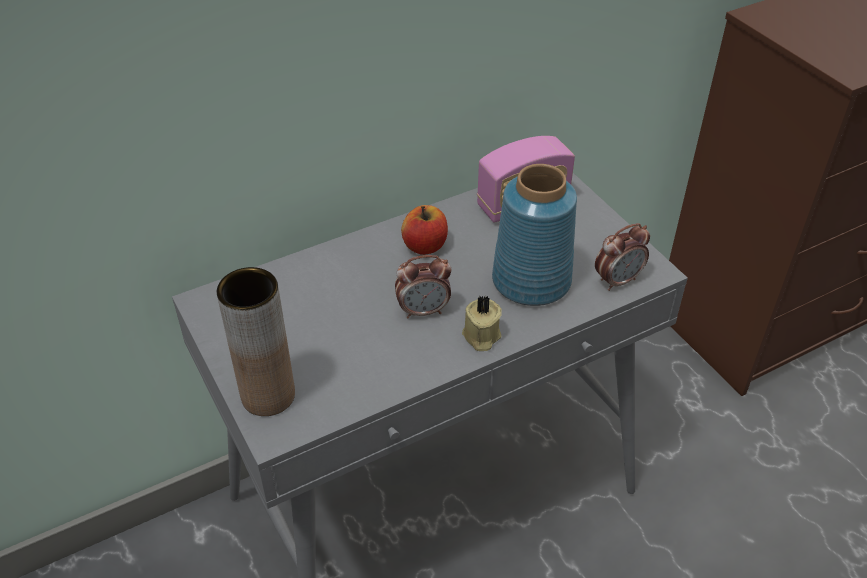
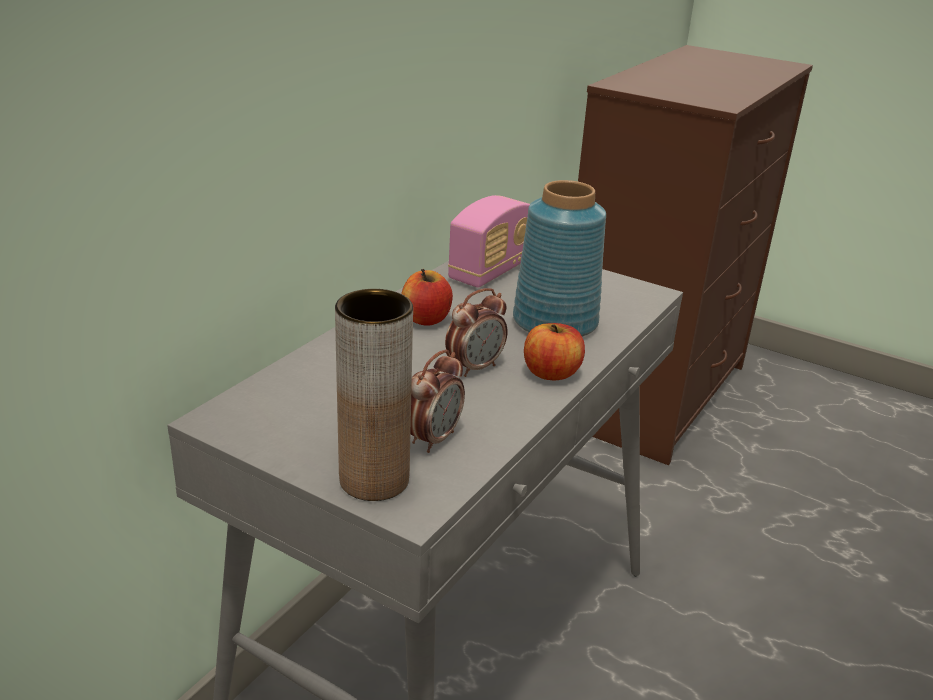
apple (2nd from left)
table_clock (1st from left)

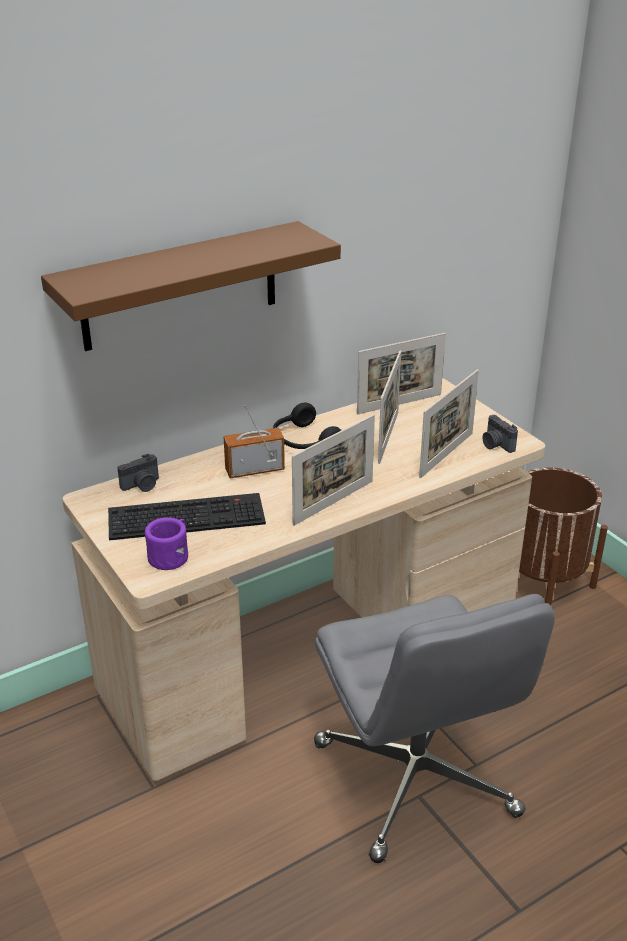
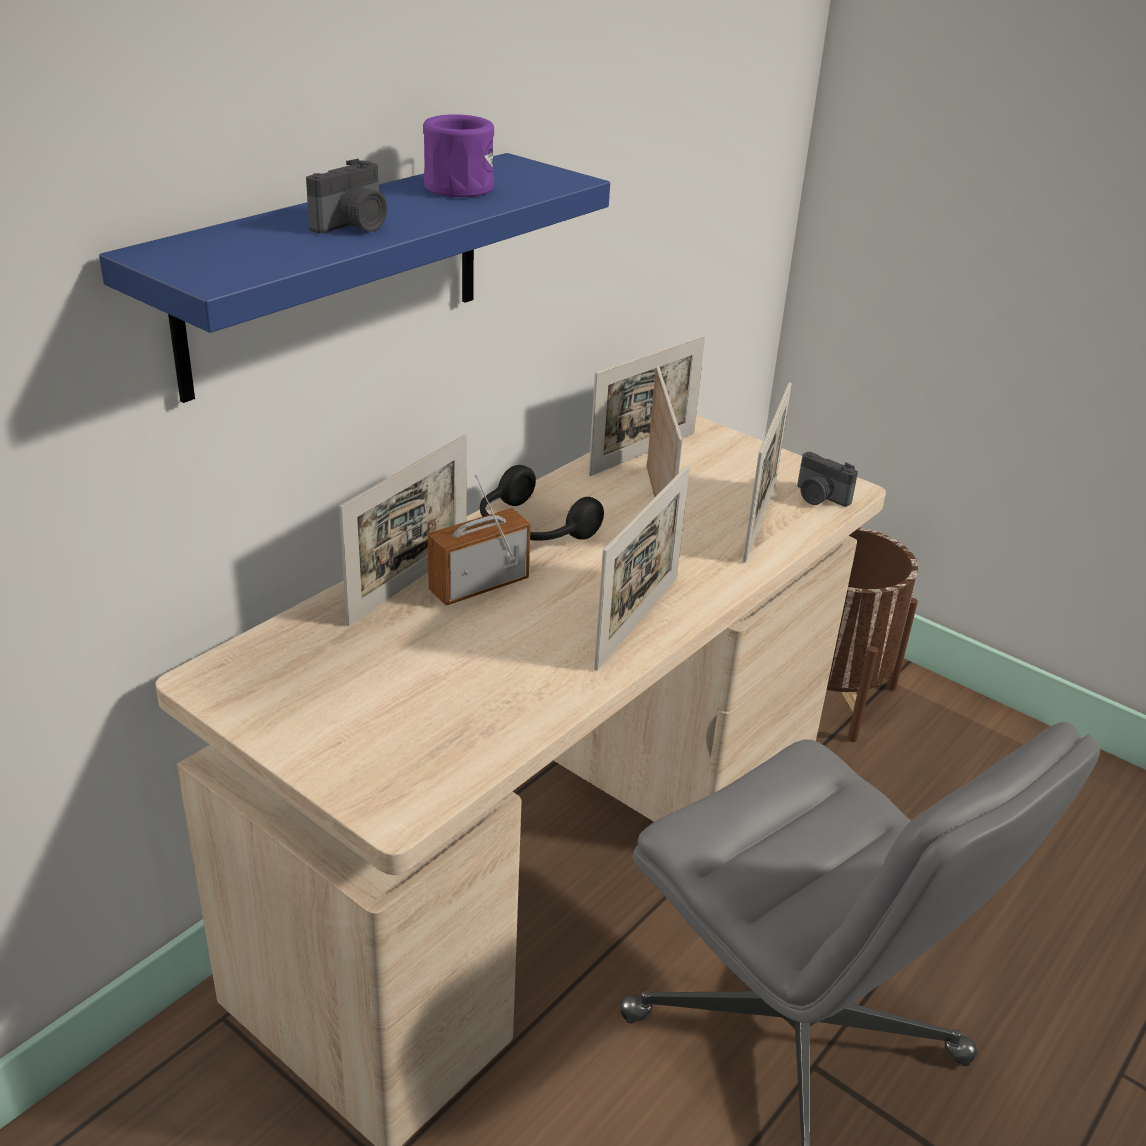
blue_wall_shelf
computer_keyboard
still_camera (1st from left)
purple_mug
picture_frame (1st from left)

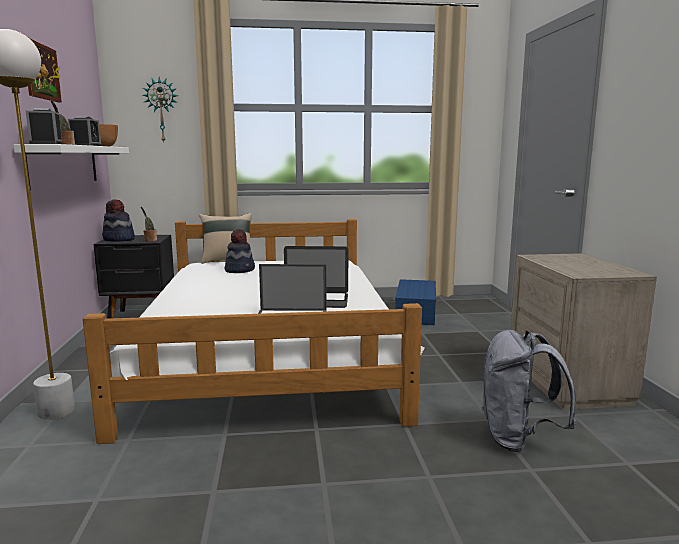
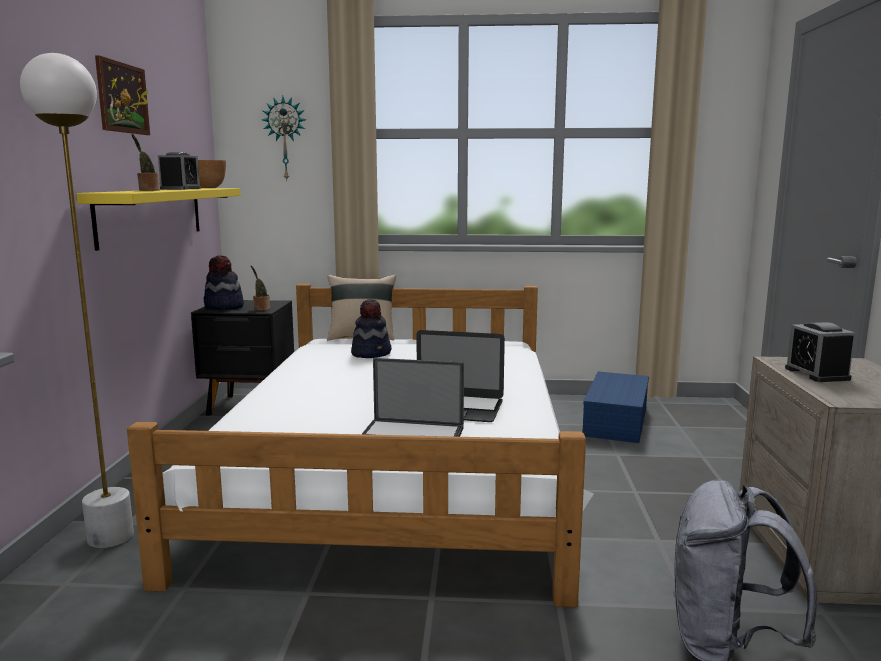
yellow-coloured_wall_shelf
table_clock (2nd from left)

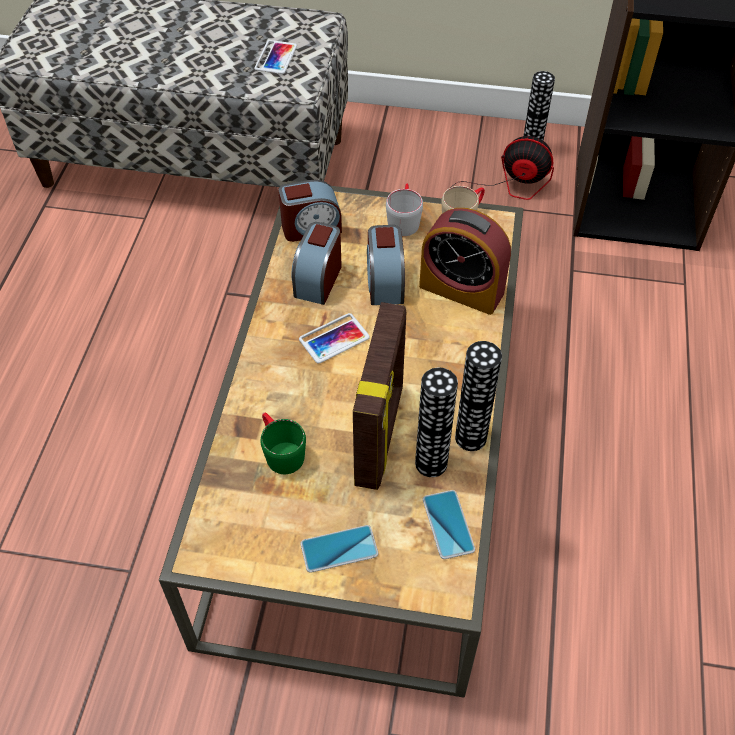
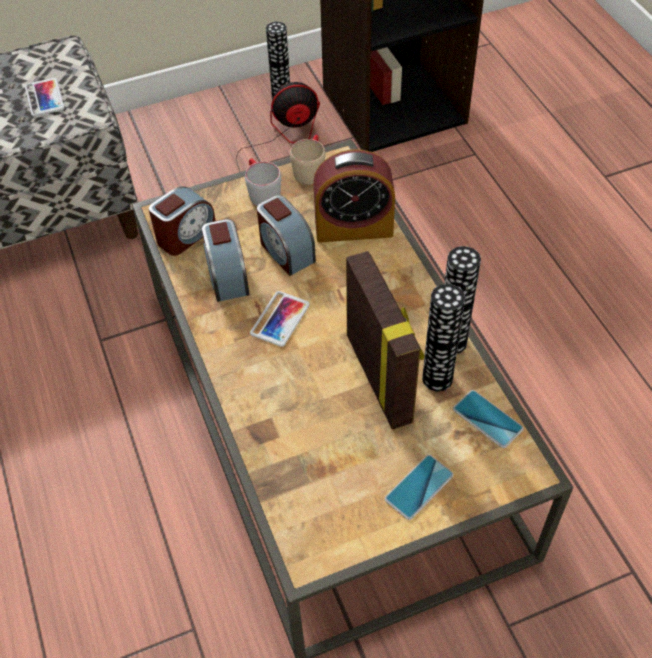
green-coloured_mug

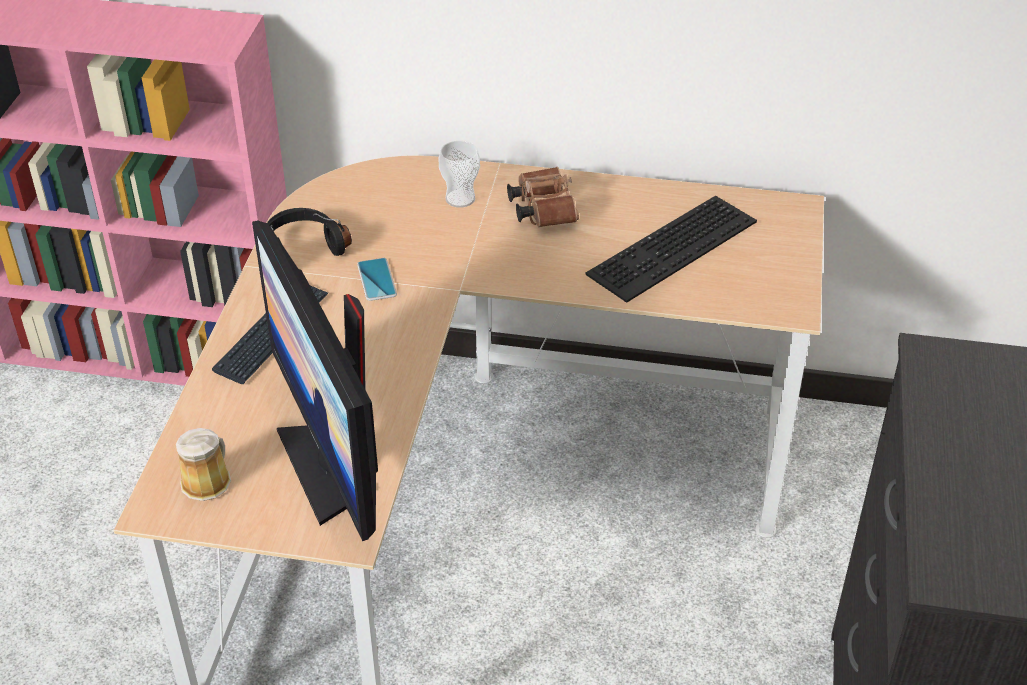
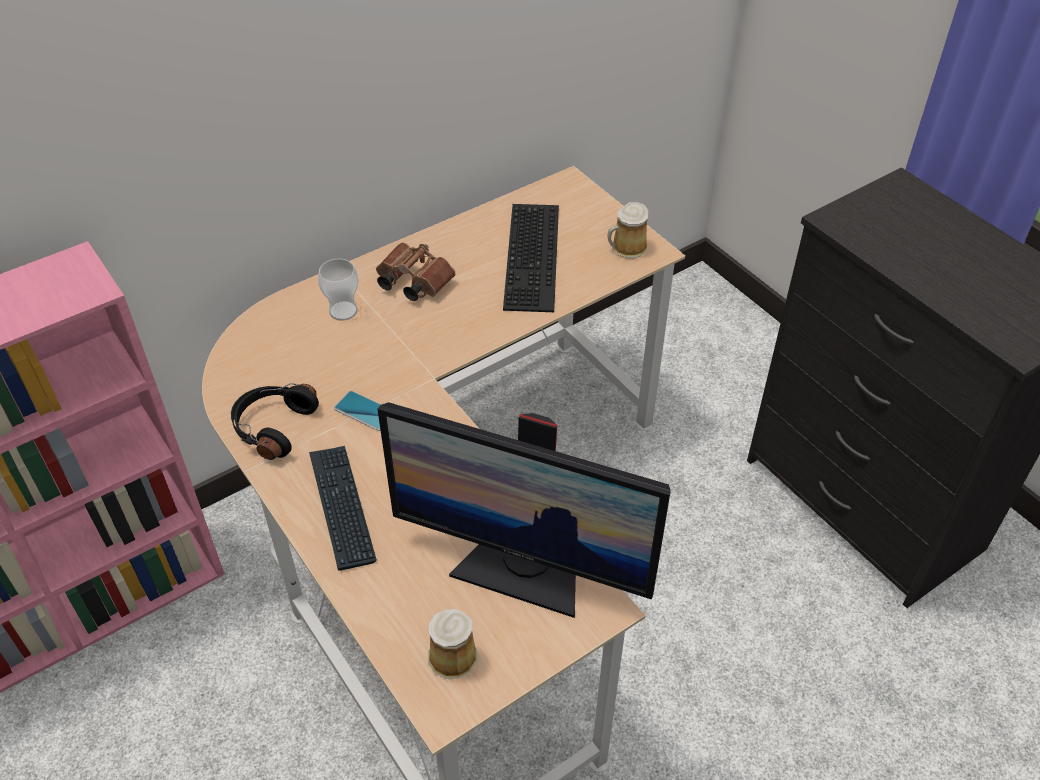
mug (2nd from left)

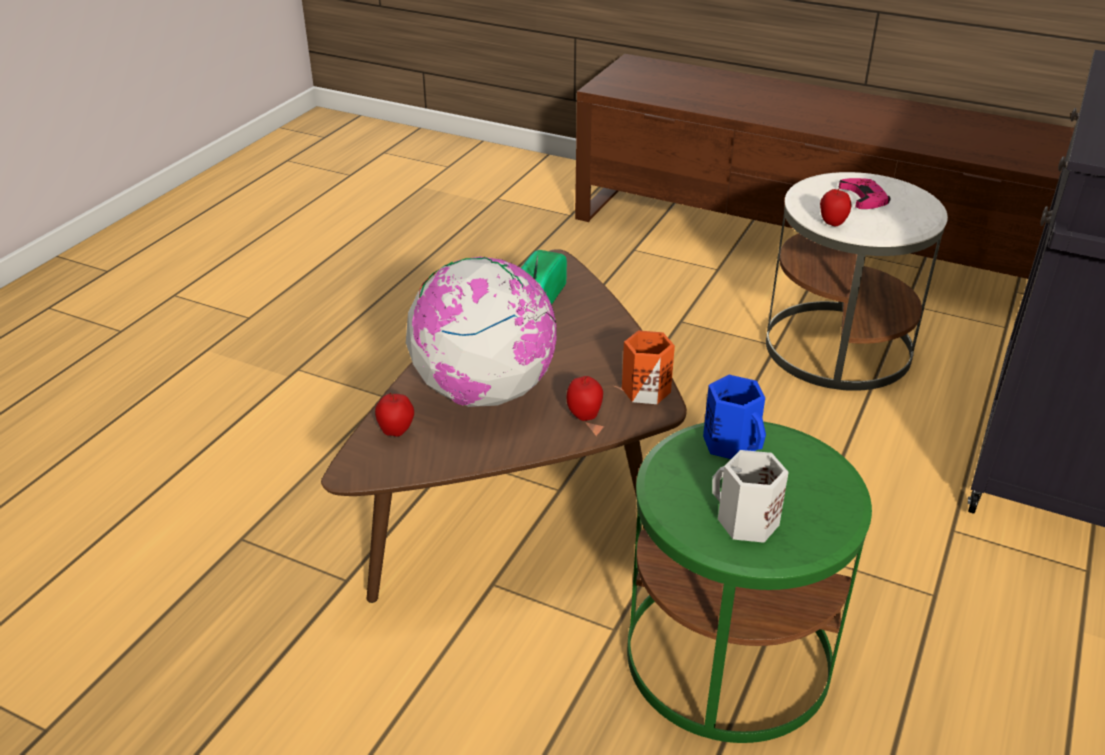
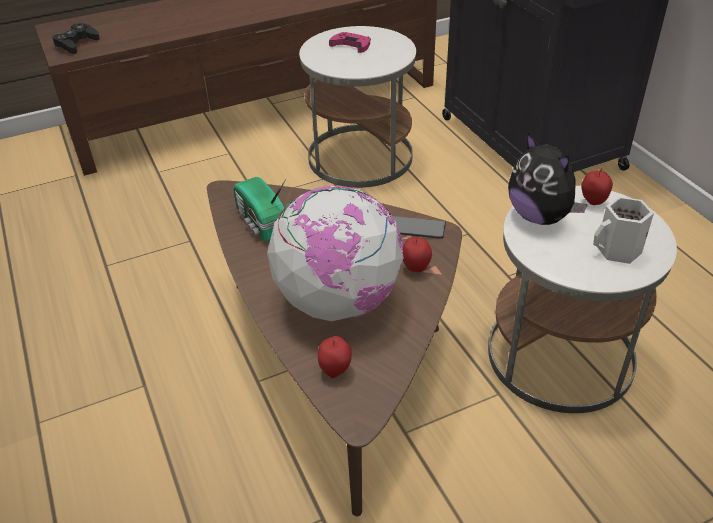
phone
white_end_table (2nd from left)
soft_toy
apple (3rd from left)
black-coloured_gamepad

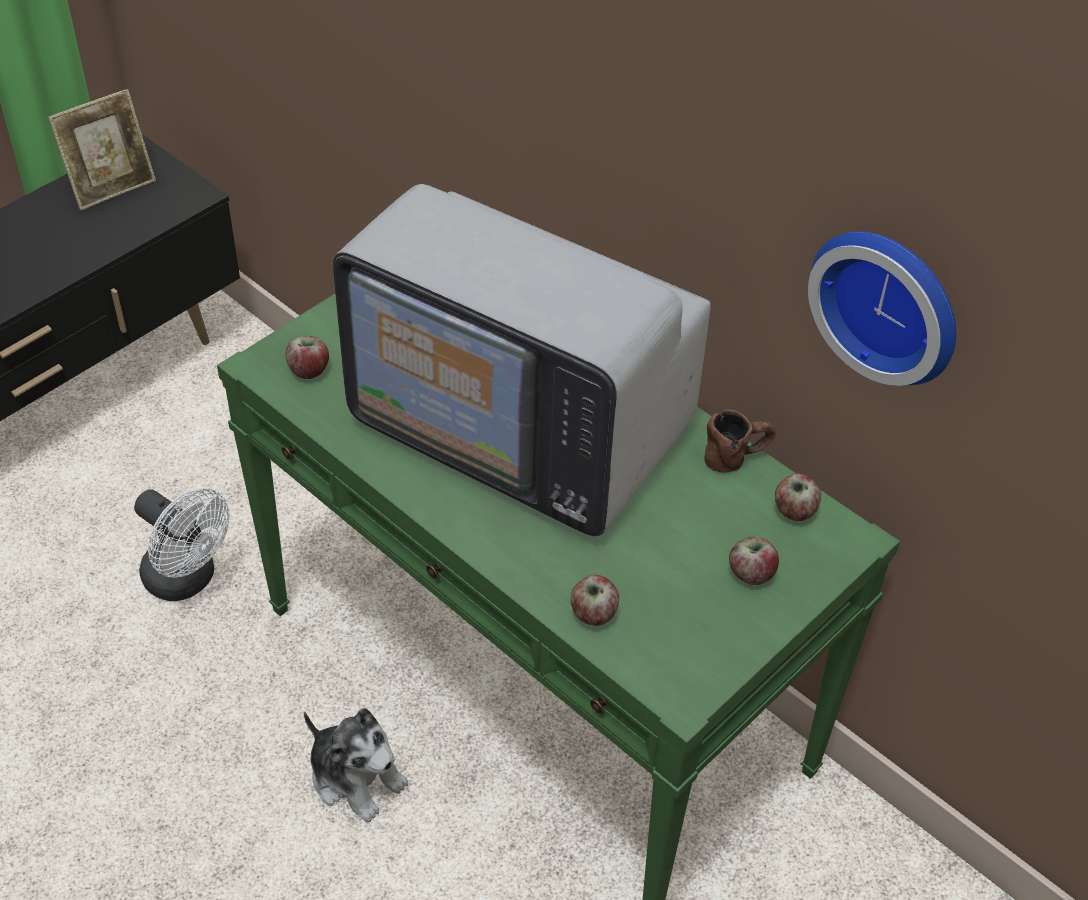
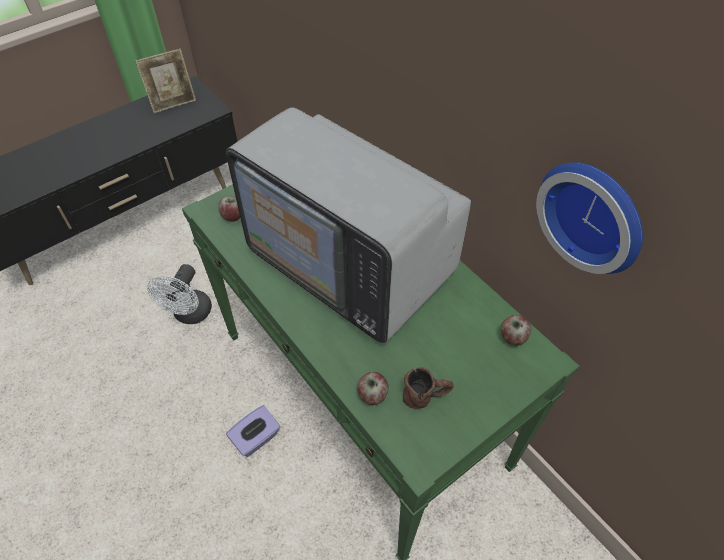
white_fan
purple_tissue_holder
brown-coloured_mug
apple (3rd from left in the first image)

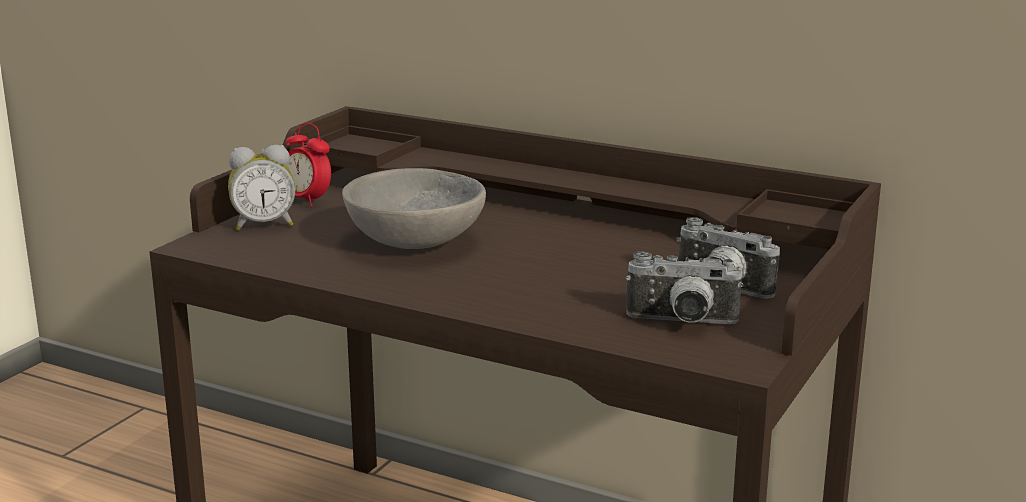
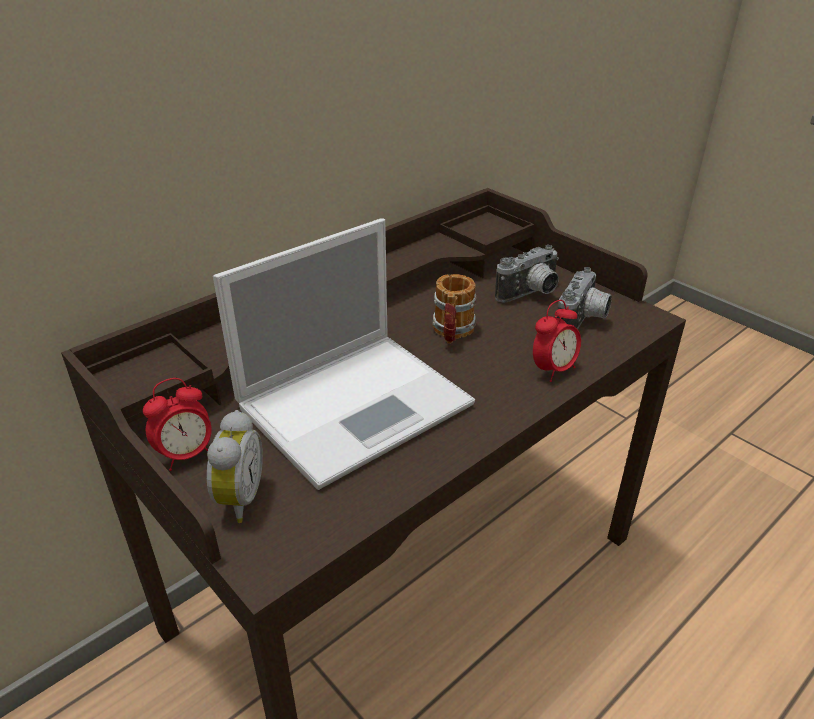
portable_computer
mug
table_clock (3rd from left)

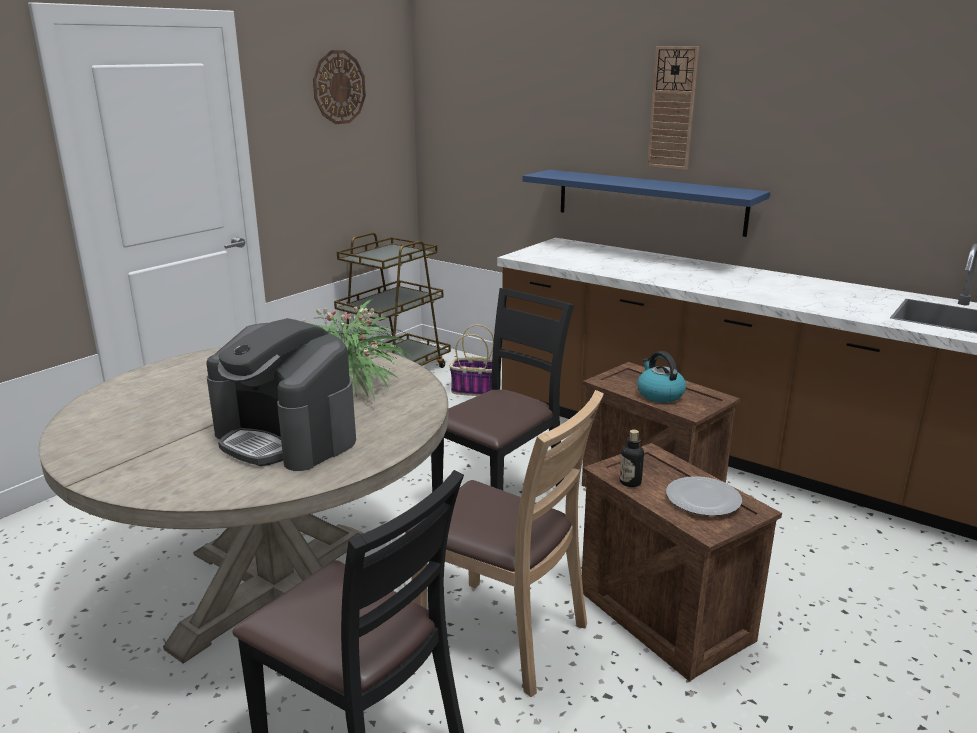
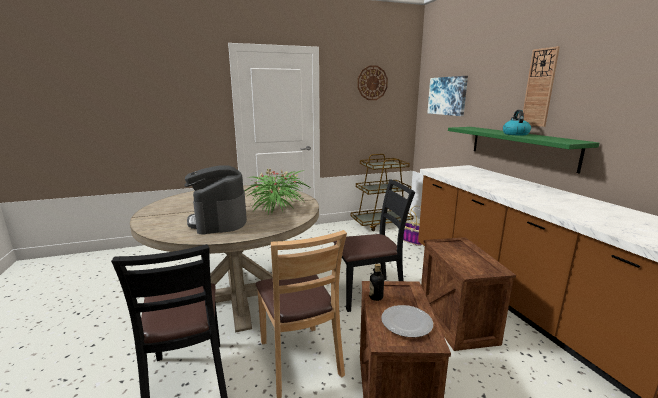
green-coloured_wall_shelf
tea_kettle
wall_picture

